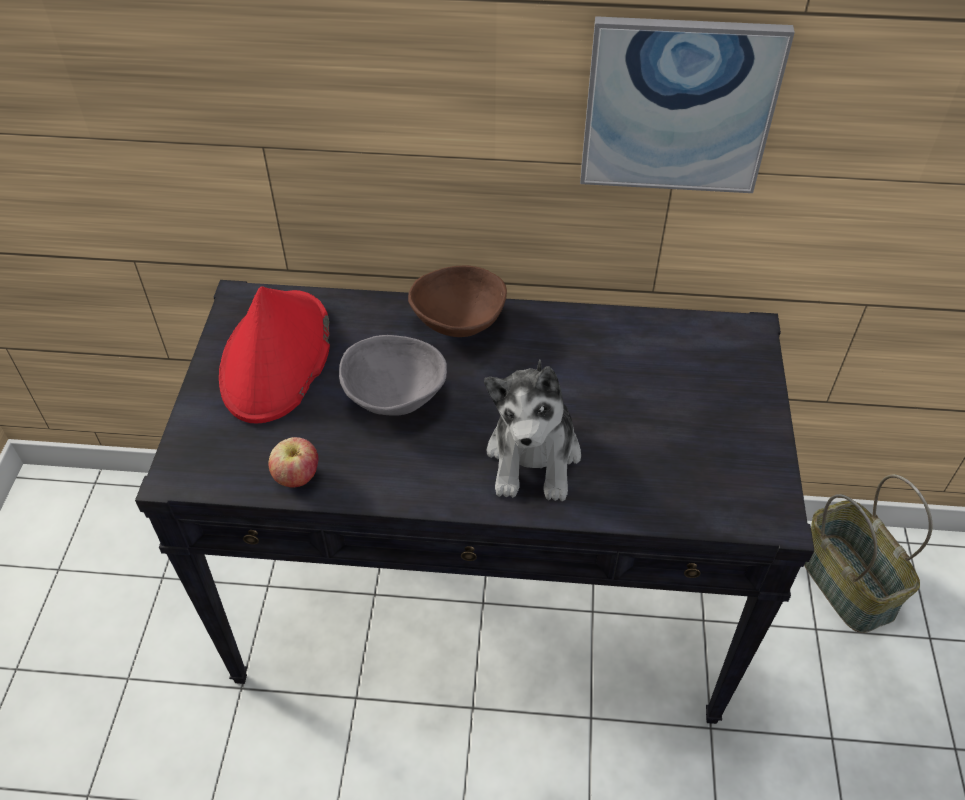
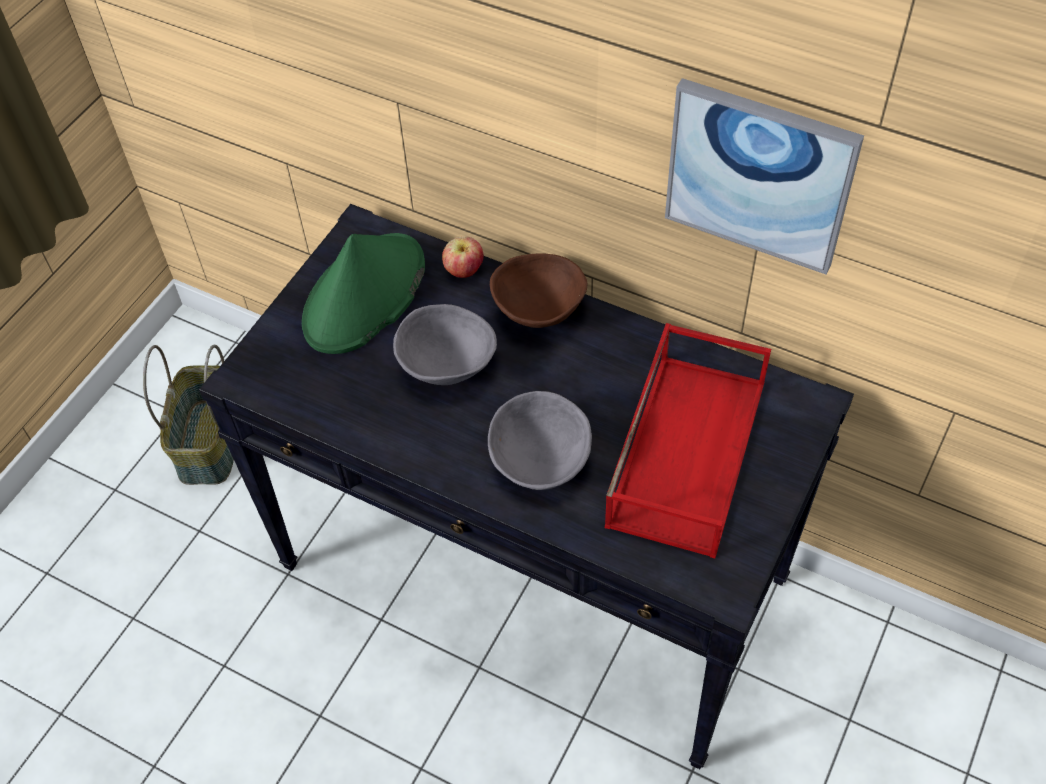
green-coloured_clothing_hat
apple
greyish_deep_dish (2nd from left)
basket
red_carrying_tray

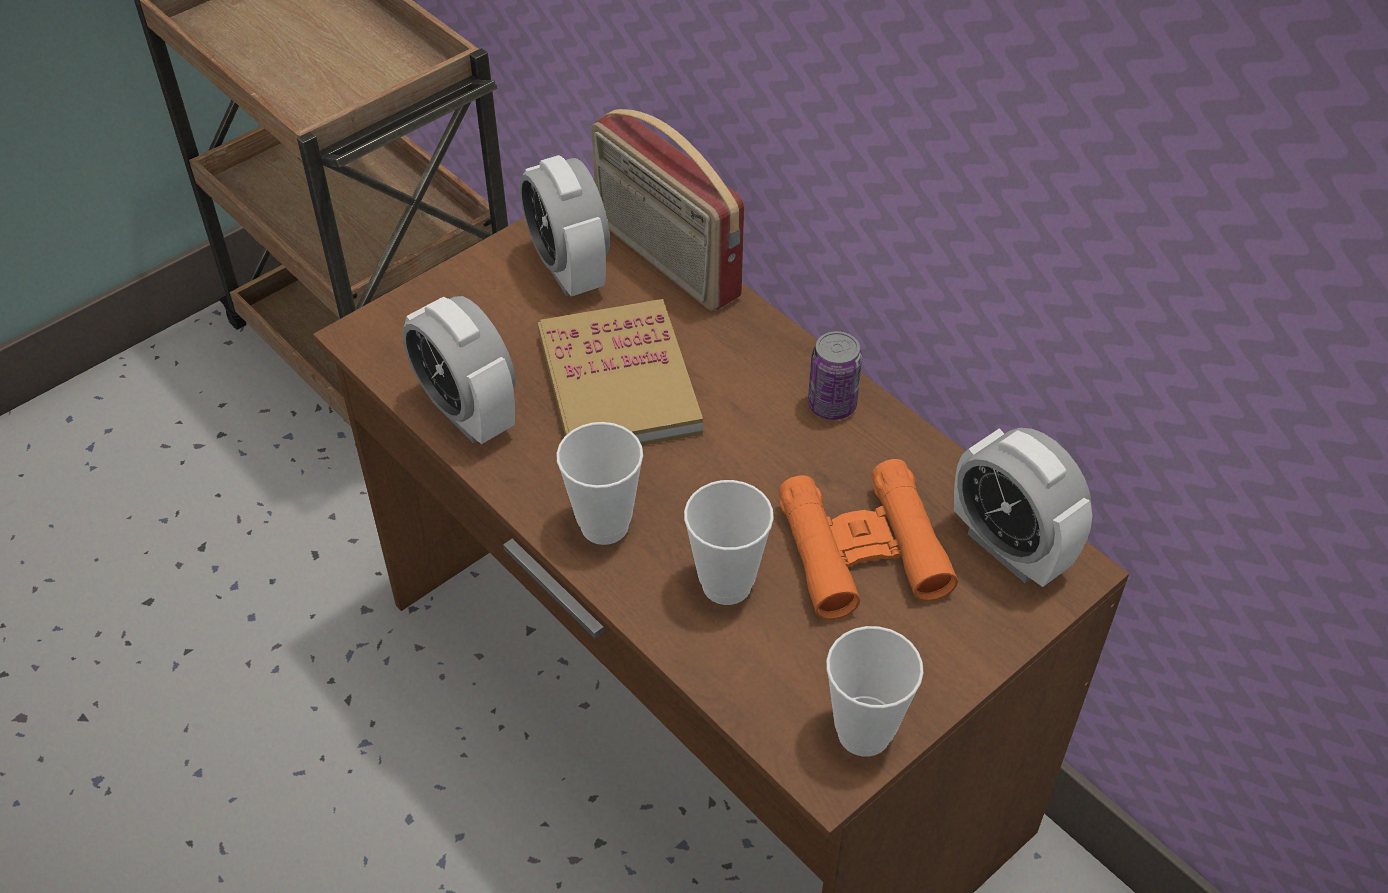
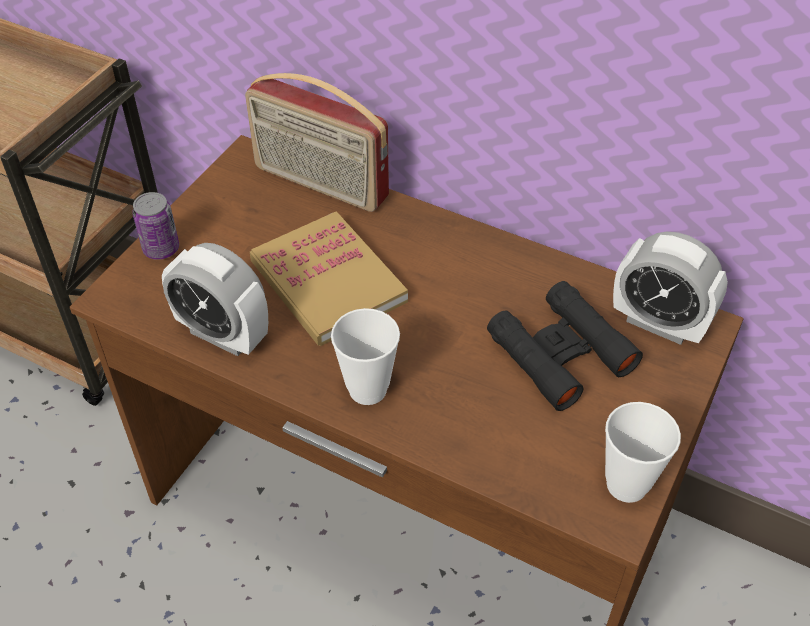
table_clock (2nd from left in the first image)
cup (2nd from left in the first image)
black-coloured_pair_of_binoculars
can

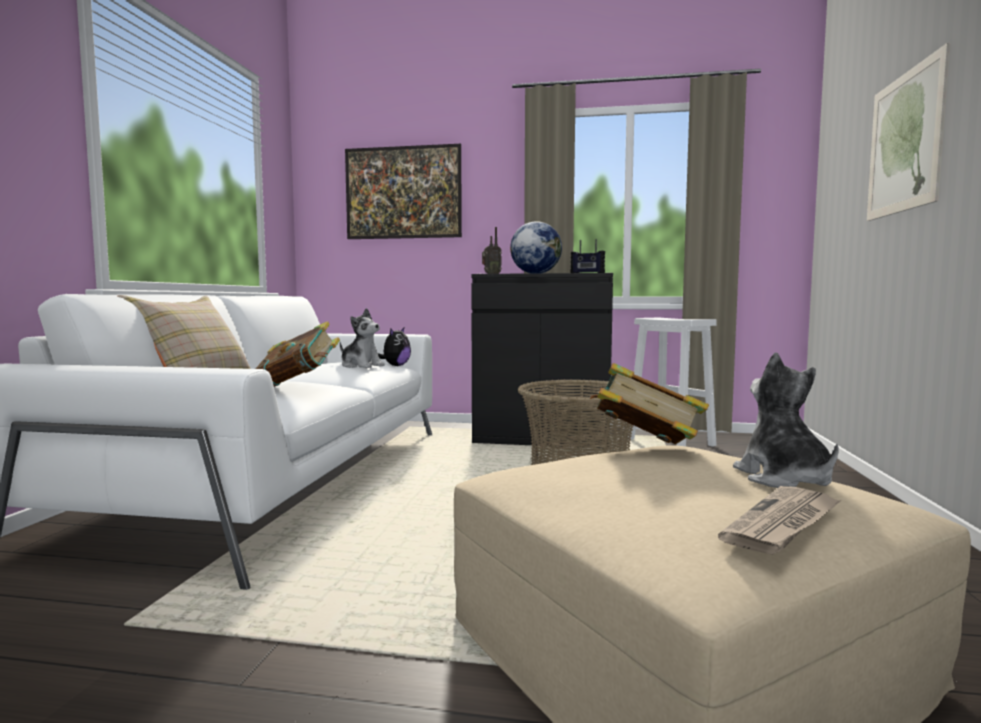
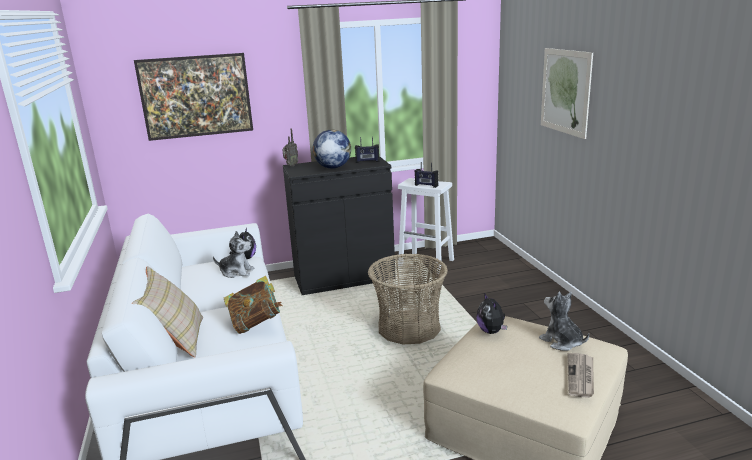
soft_toy (3rd from left)
radio (3rd from left)

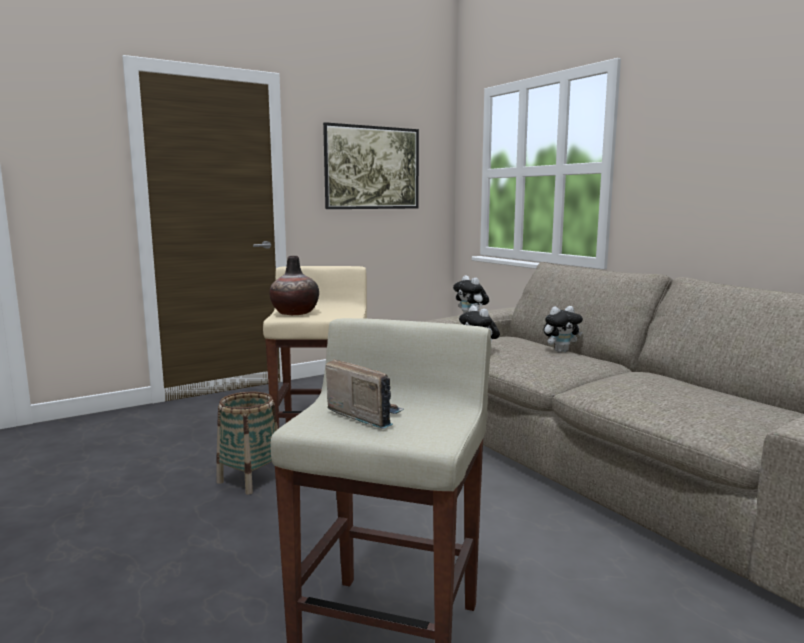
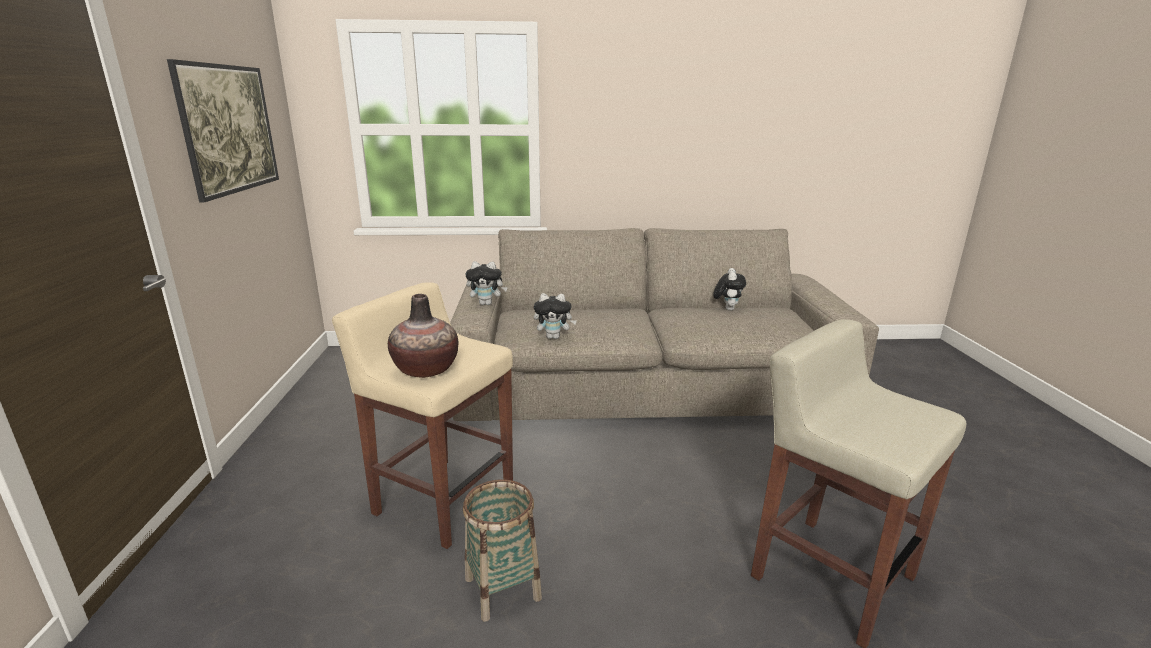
radio
soft_toy (3rd from left)

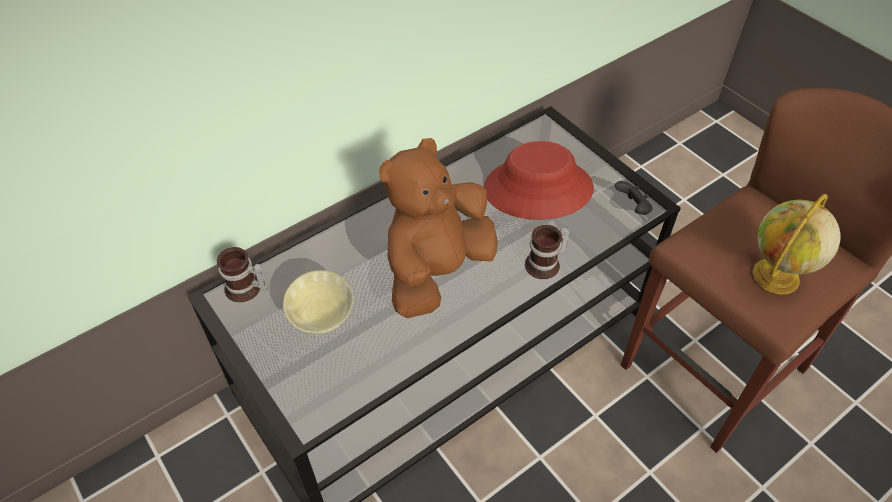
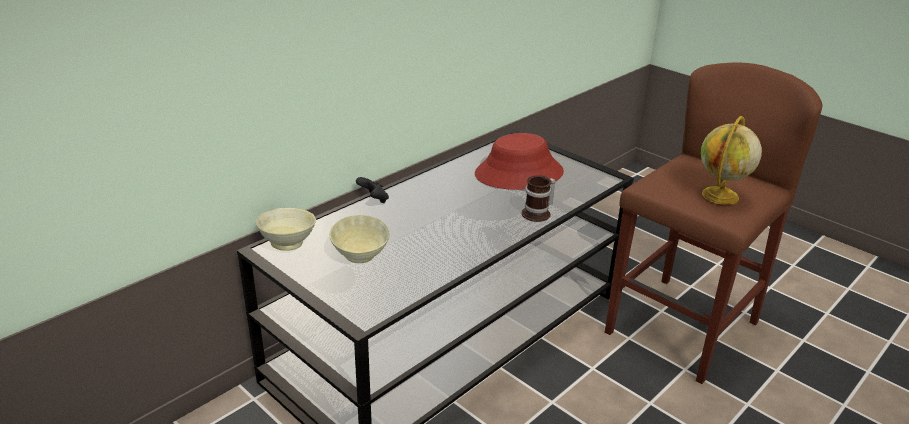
beige-coloured_deep_dish (1st from left)
brown-coloured_soft_toy
black-coloured_gamepad

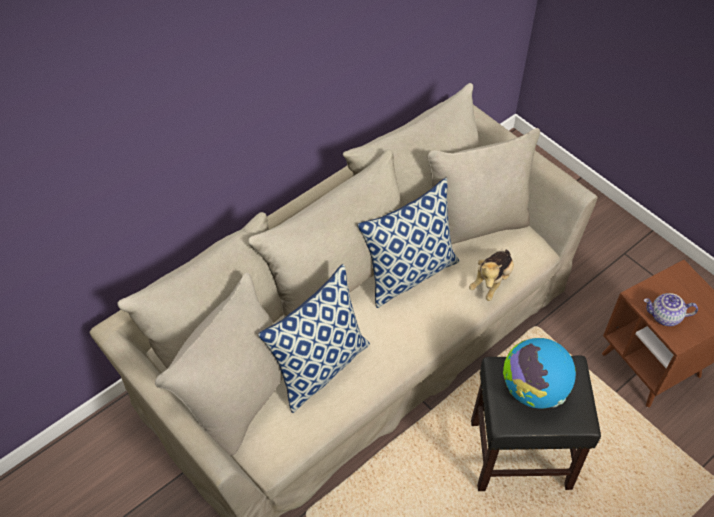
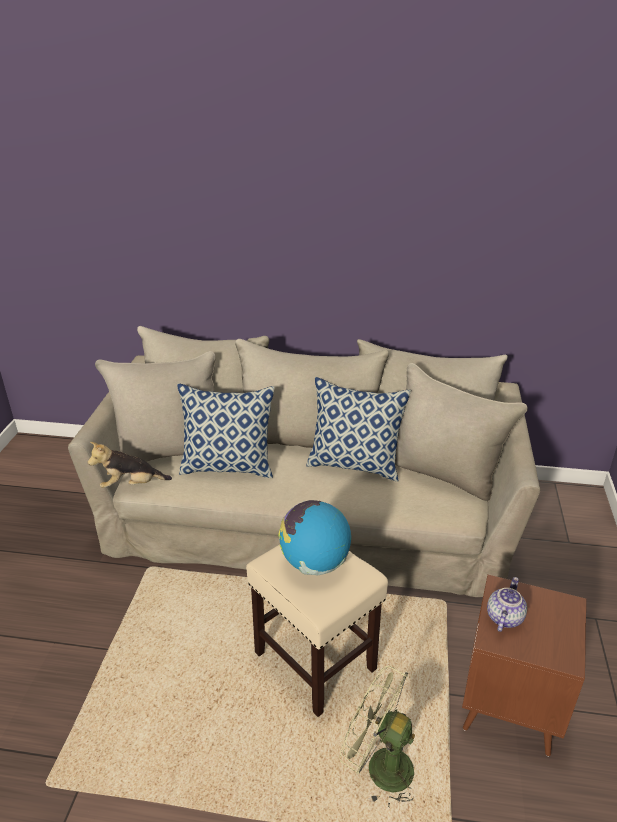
soft_toy
beige-coloured_sitting_stool
teapot
green-coloured_fan

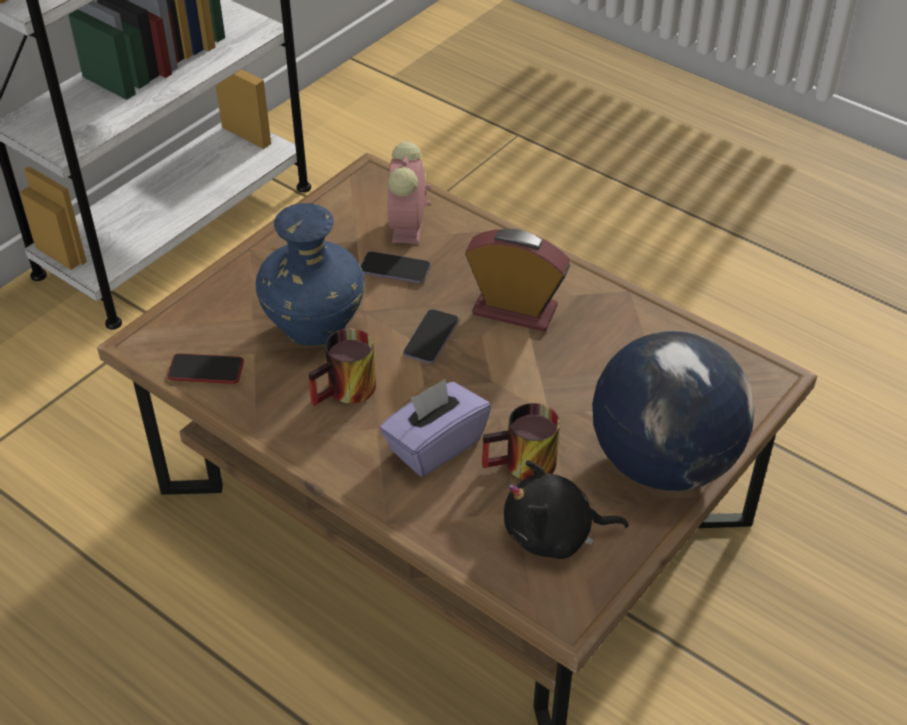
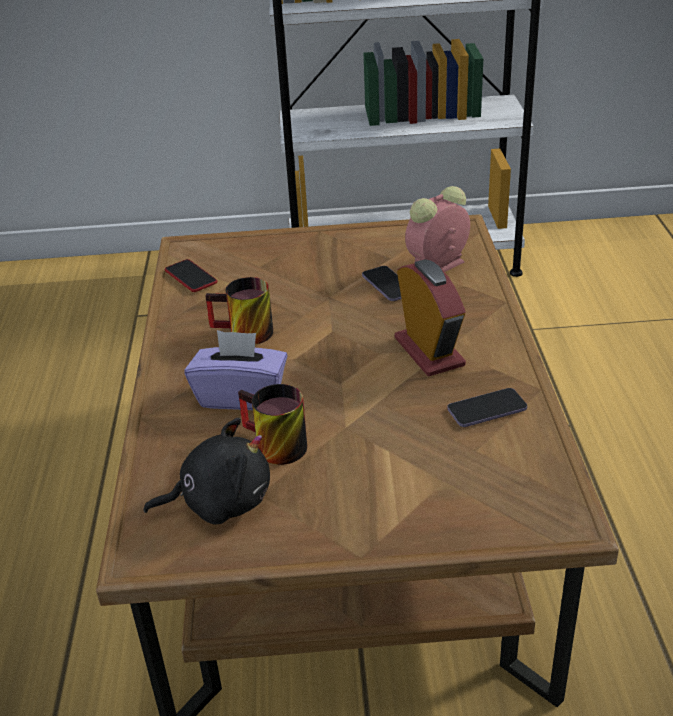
blue_decorative_vase
phone (3rd from left)
black-coloured_soft_toy
desk_globe

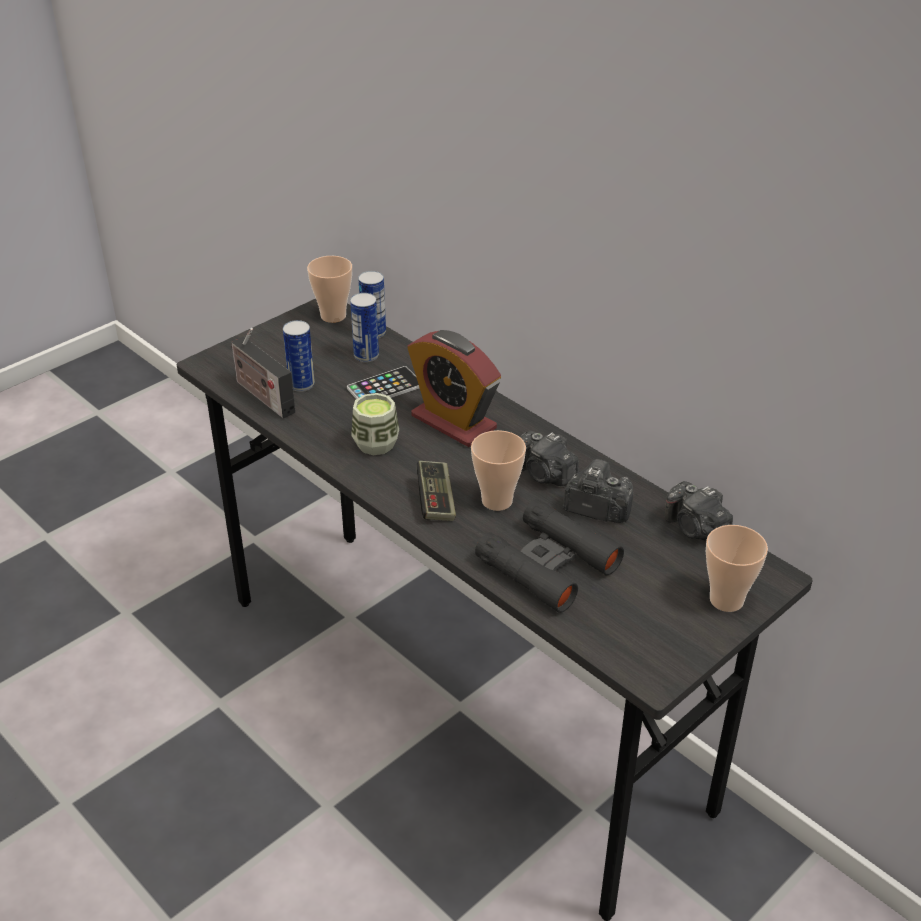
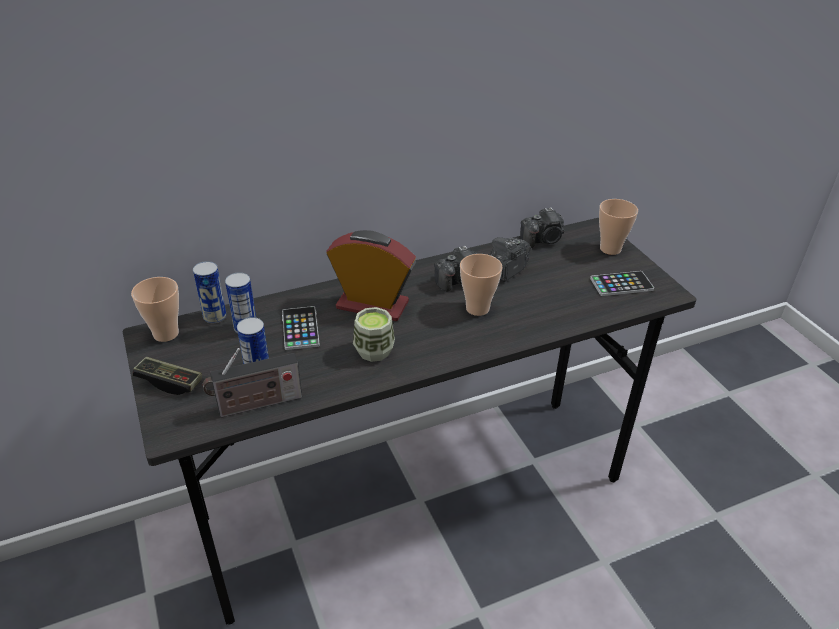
table_clock
gamepad
black-coloured_pair_of_binoculars
phone (2nd from left)

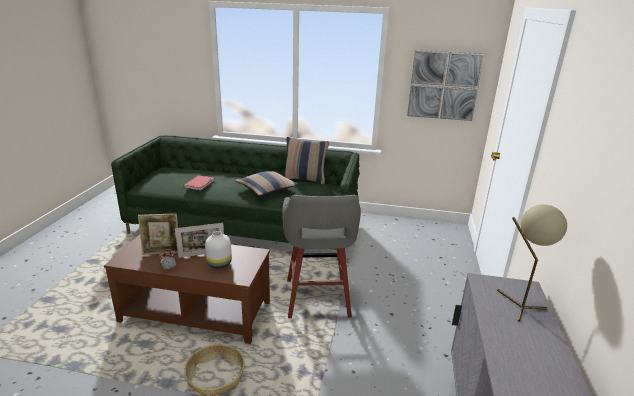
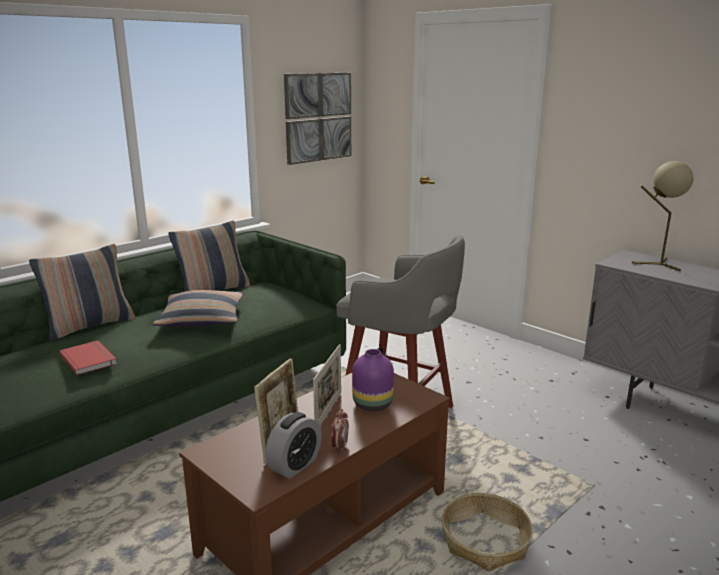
purple_decorative_vase
cushion (1st from left)
table_clock (1st from left)

